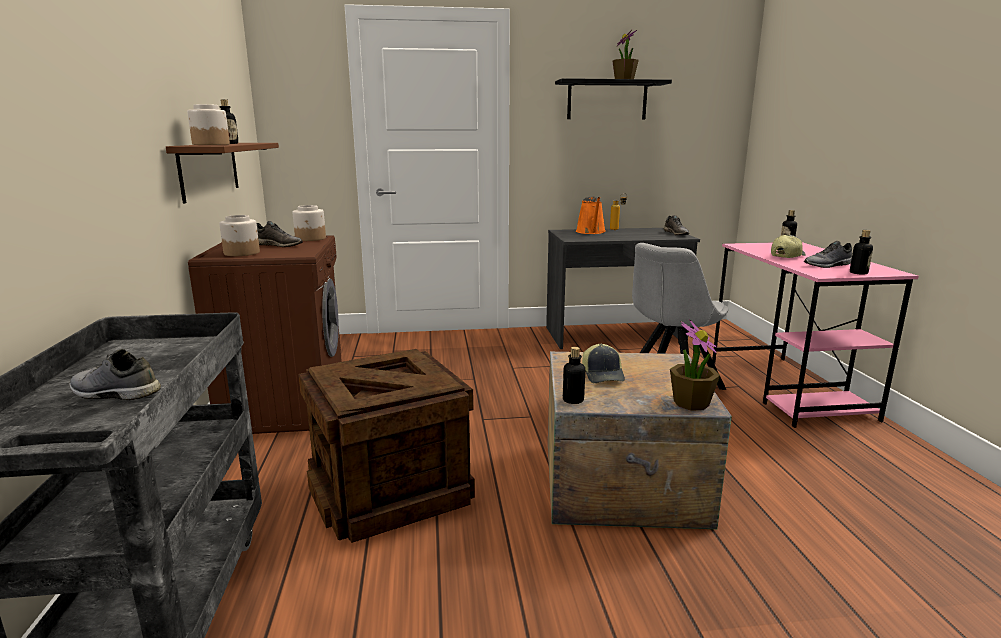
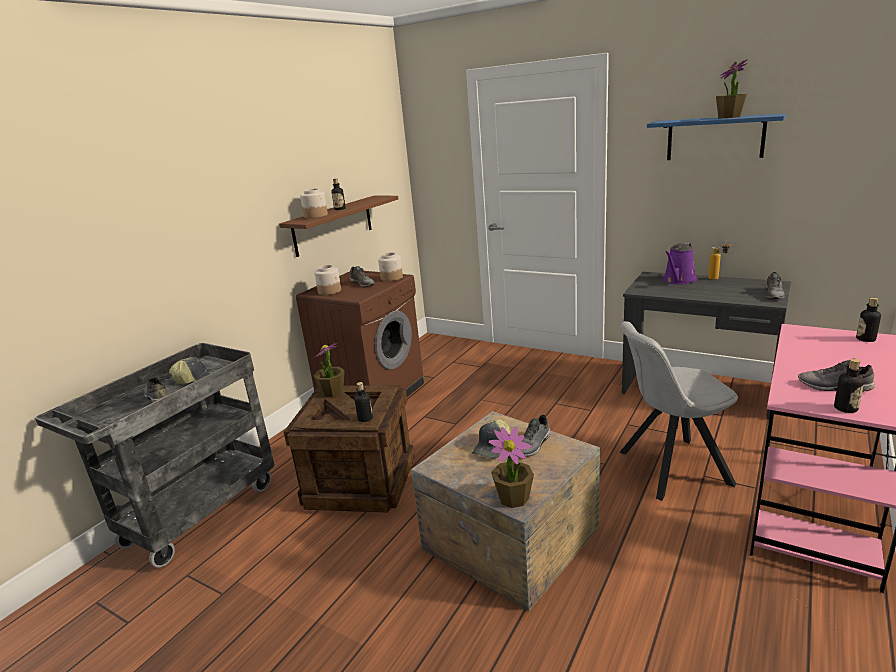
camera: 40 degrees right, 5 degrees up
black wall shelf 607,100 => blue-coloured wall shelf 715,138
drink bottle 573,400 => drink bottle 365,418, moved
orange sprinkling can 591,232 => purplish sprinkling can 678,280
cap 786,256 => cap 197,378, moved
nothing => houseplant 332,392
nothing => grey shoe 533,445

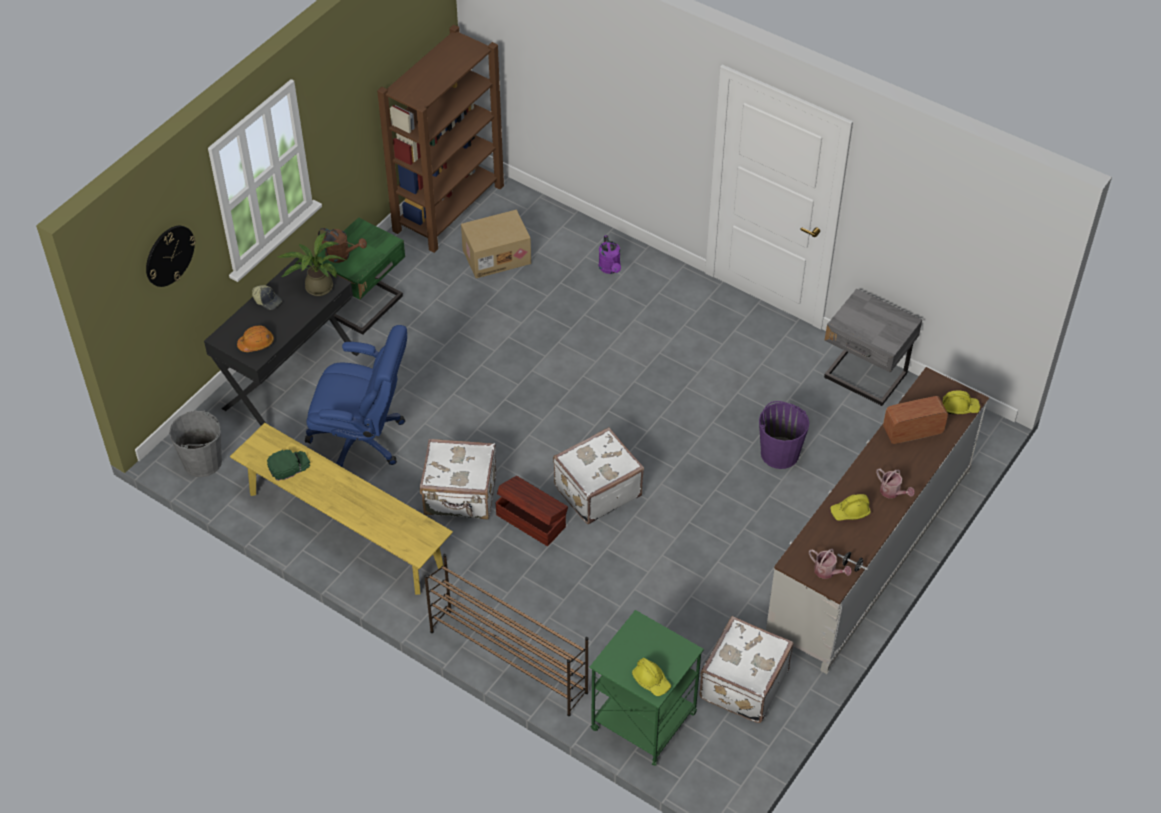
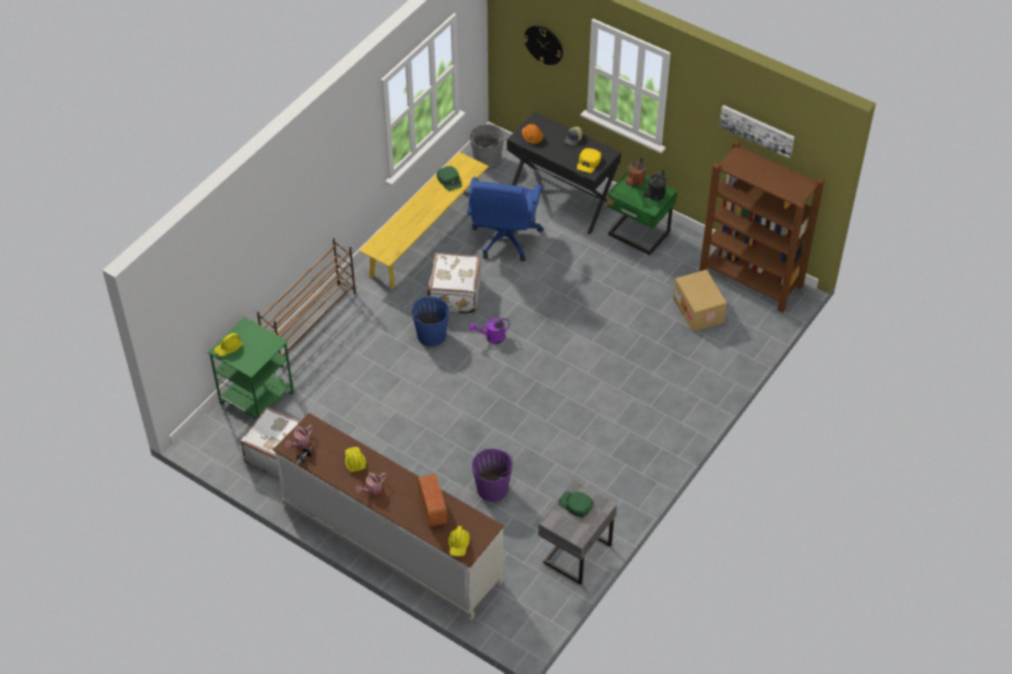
camera: 90 degrees right, 0 degrees up
houseplant 315,286 => yellow cap 588,163
brownish storage box 531,520 => blue-coloured pail 431,335
white piece of luggage 596,490 => nothing
purplish sprinkling can 610,269 => purplish sprinkling can 491,337, moved
nothing => green-coloured cap 575,504
nothing => black sprinkling can 654,196
nothing => wall art 757,130

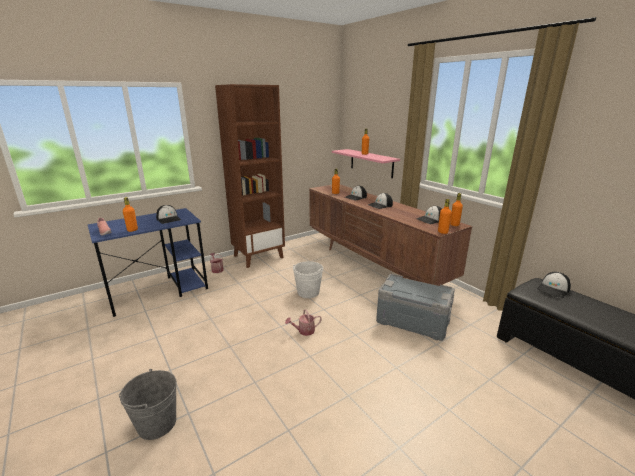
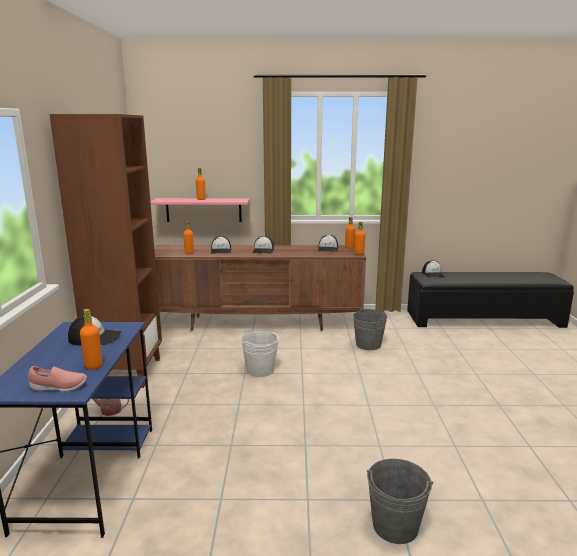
camera: 55 degrees left, 5 degrees down
sprinkling can 304,331 => nothing
grey storage box 412,321 => grey pail 368,345

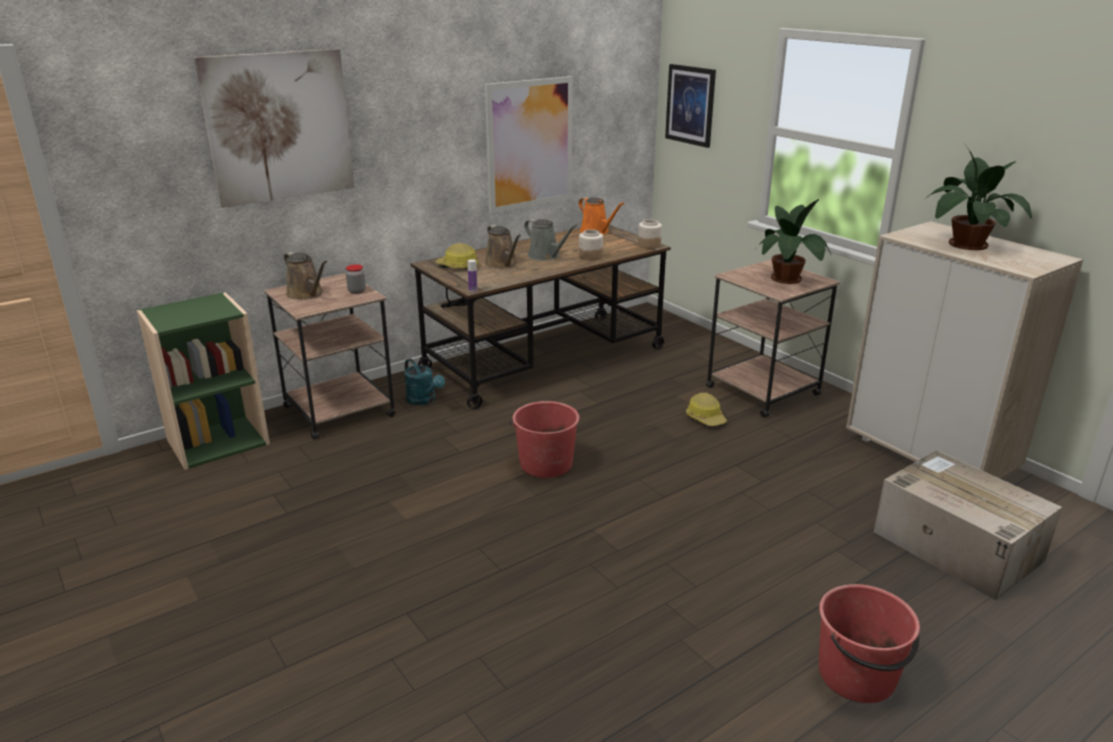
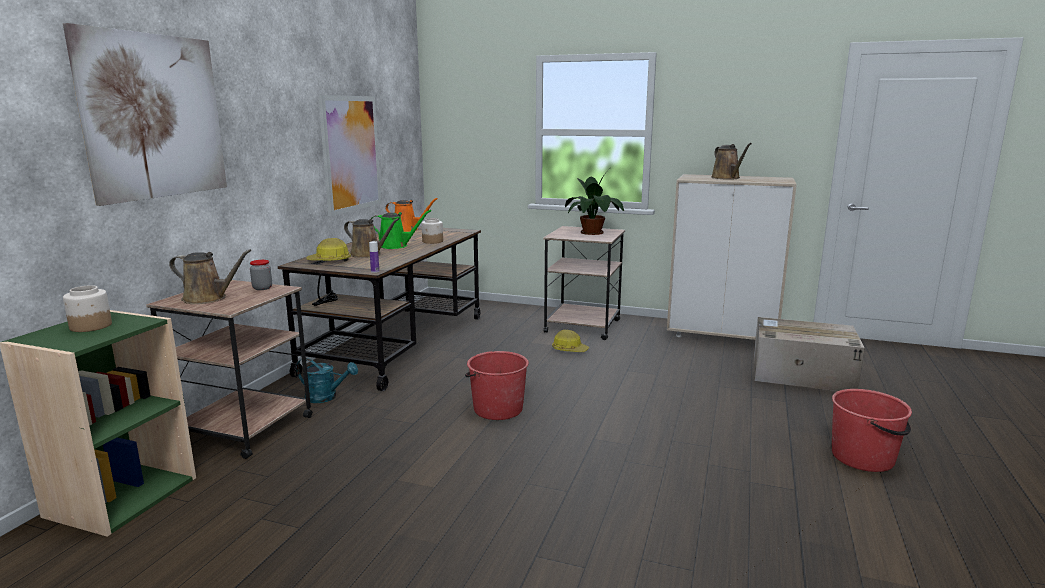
camera: 35 degrees left, 10 degrees down
grey sprinkling can 546,256 => green-coloured sprinkling can 396,246
storage jar 648,245 => storage jar 90,326, moved
wall art 690,105 => nothing
houseplant 964,244 => brownish sprinkling can 727,178

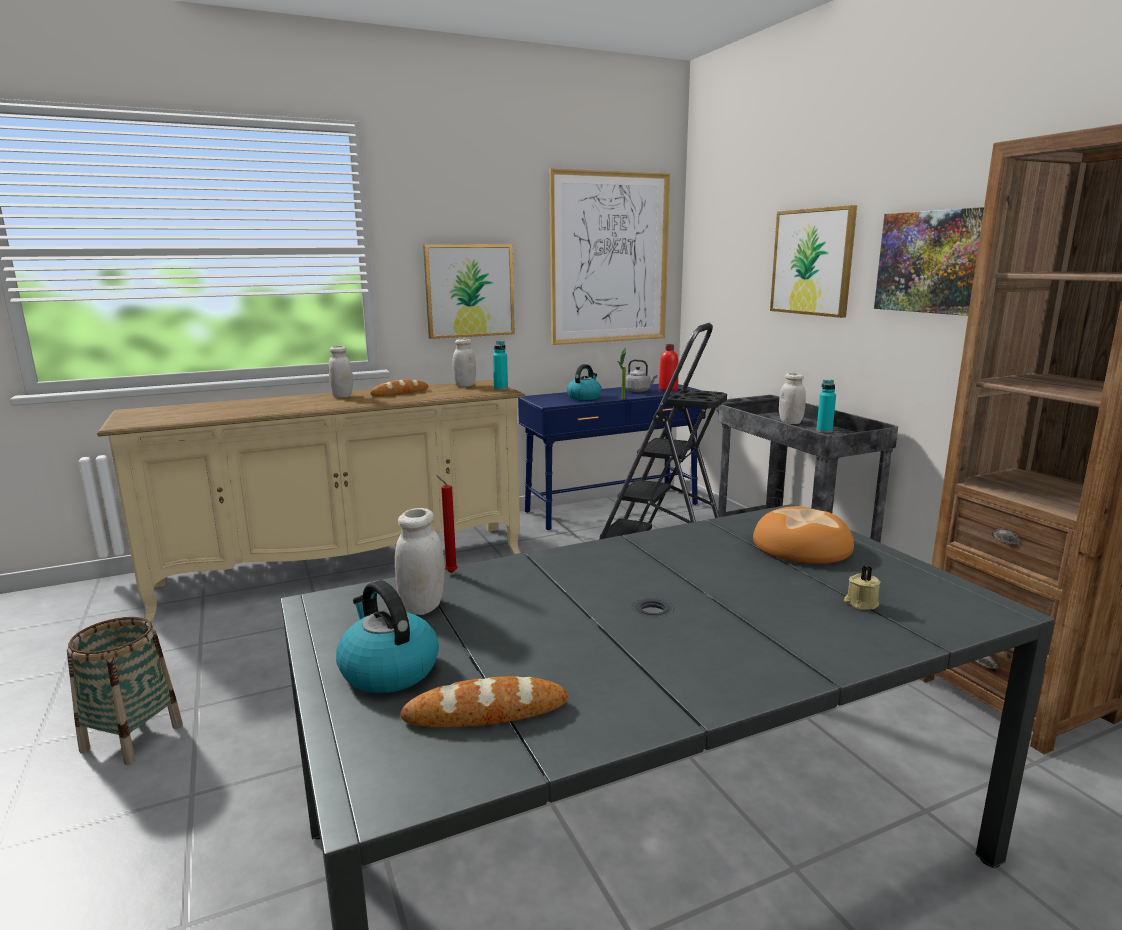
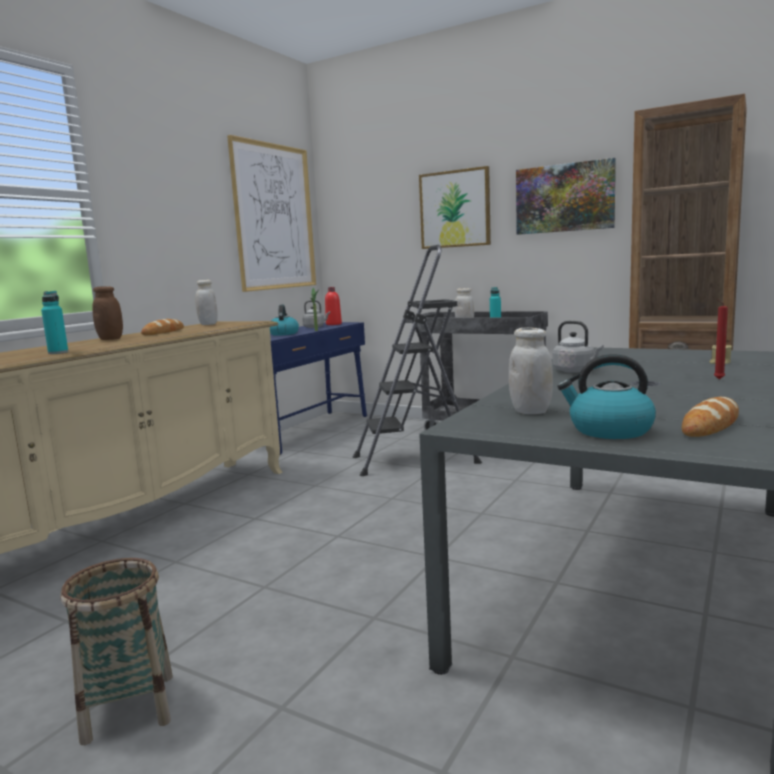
camera: 35 degrees left, 5 degrees down
white storage jar 342,396 => brownish storage jar 110,339
wall art 469,291 => nothing
red candle 449,572 => red candle 717,379, moved
turquoise drink bottle 501,388 => turquoise drink bottle 58,352, moved
baked bread 801,545 => nothing
nothing => grey tea kettle 575,371

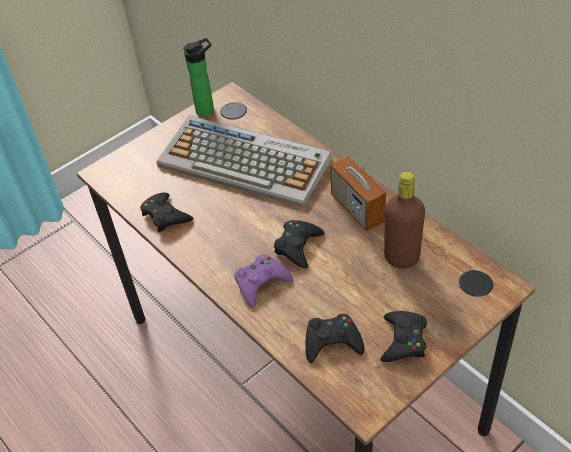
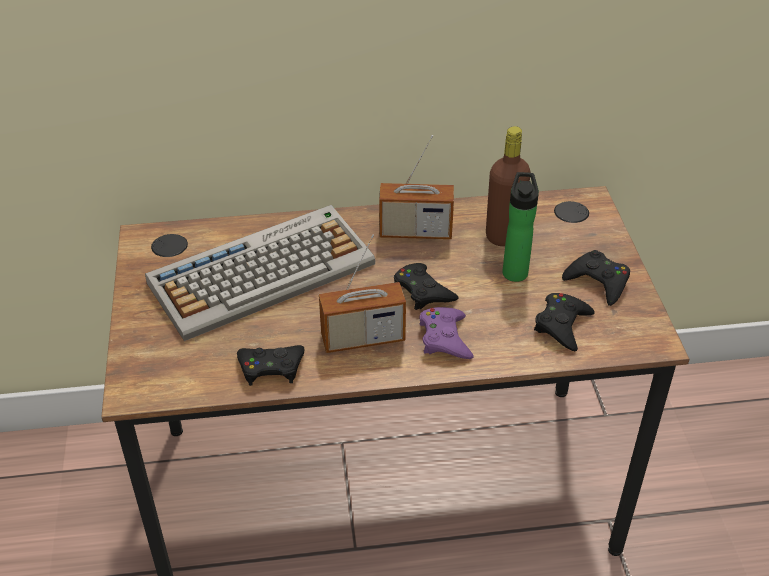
camera: 60 degrees left, 5 degrees down
drink bottle 208,110 => drink bottle 515,270, moved
nothing => radio set 363,338

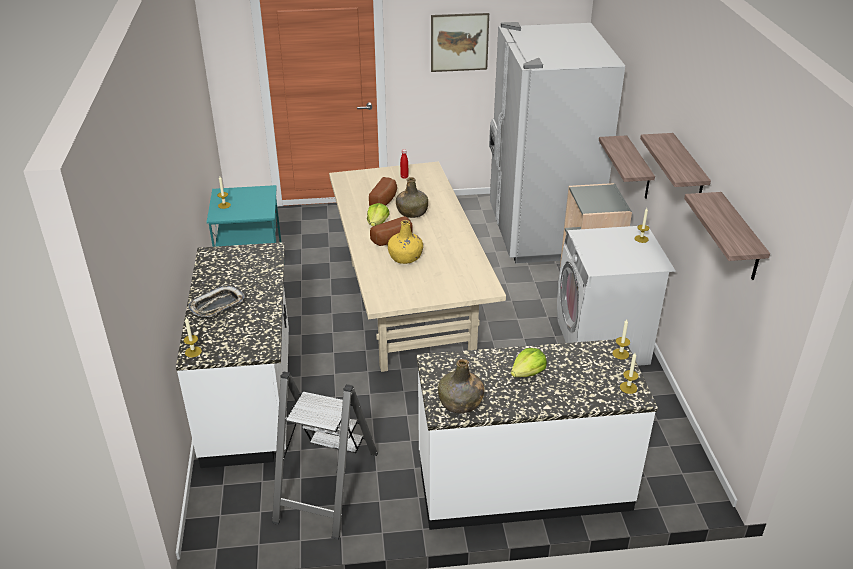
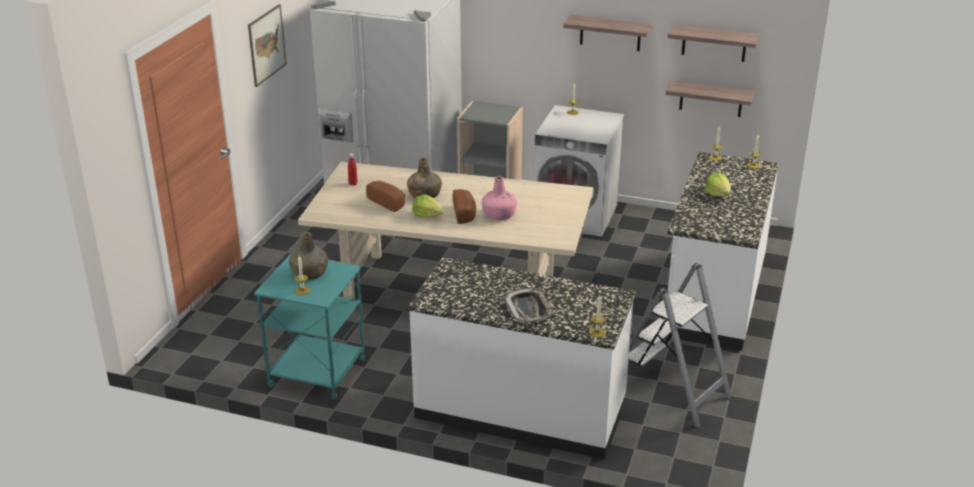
camera: 65 degrees left, 5 degrees down
yellow drink bottle 405,257 => pink drink bottle 499,214
green-coloured drink bottle 460,402 => green-coloured drink bottle 310,273, moved
wall shelf 638,168 => wall shelf 711,99, moved

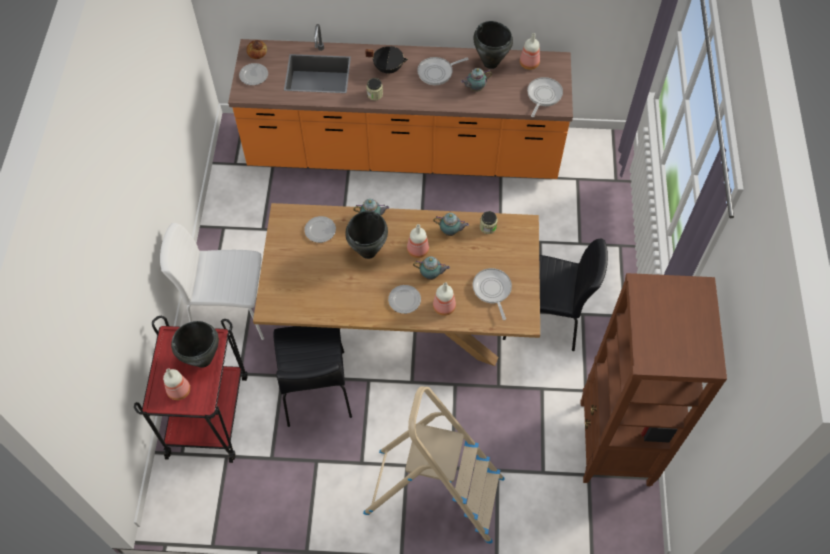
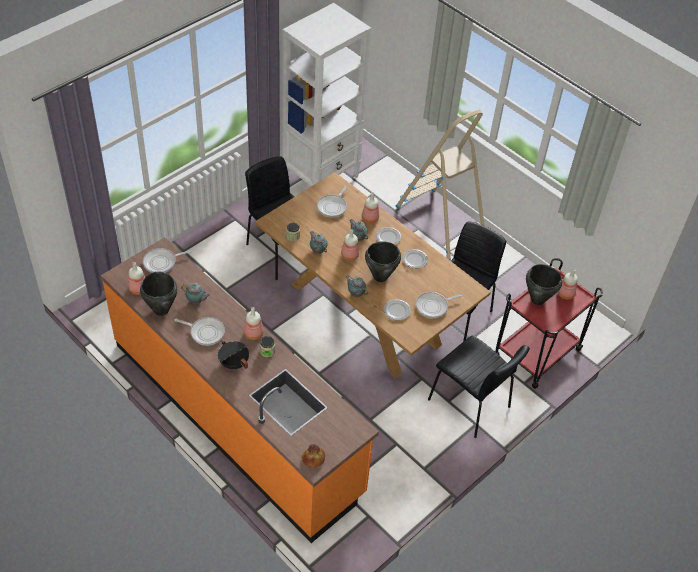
camera: 140 degrees left, 10 degrees down
white chair 228,311 => black chair 471,405
flat dish 254,75 => flat dish 414,260, moved
brownish bookshelf 614,444 => white bookshelf 322,177
nothing => drink bottle 254,334
nothing => skillet 433,306

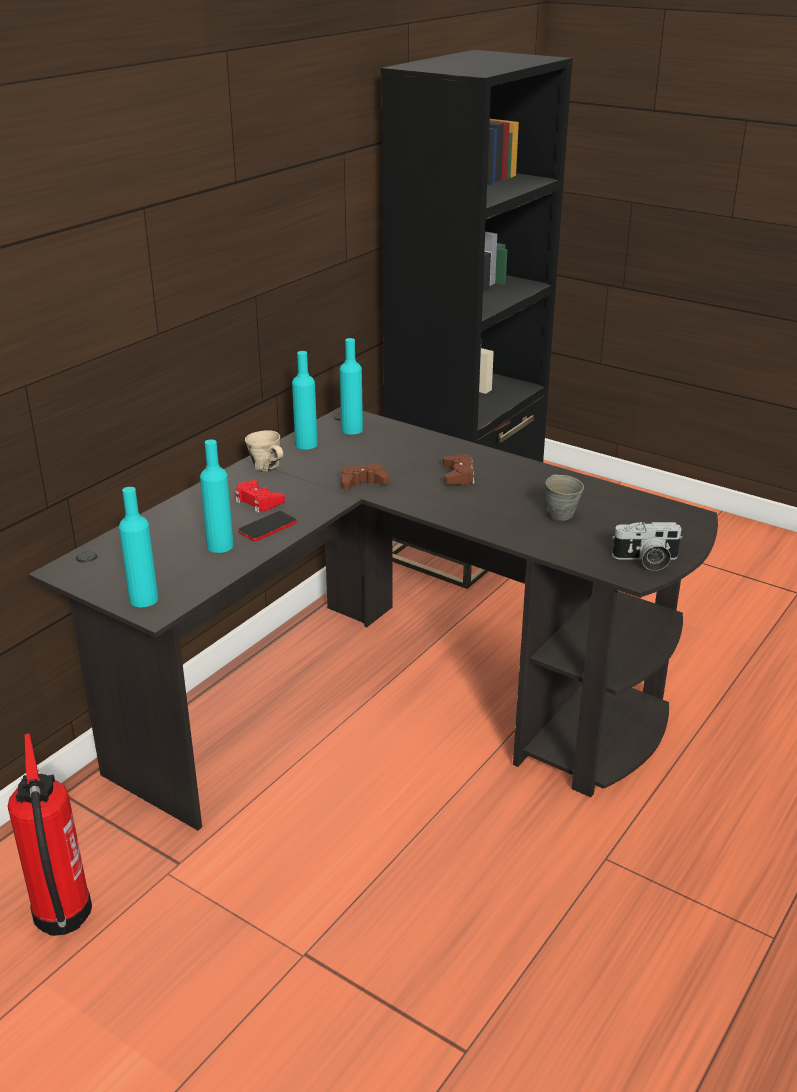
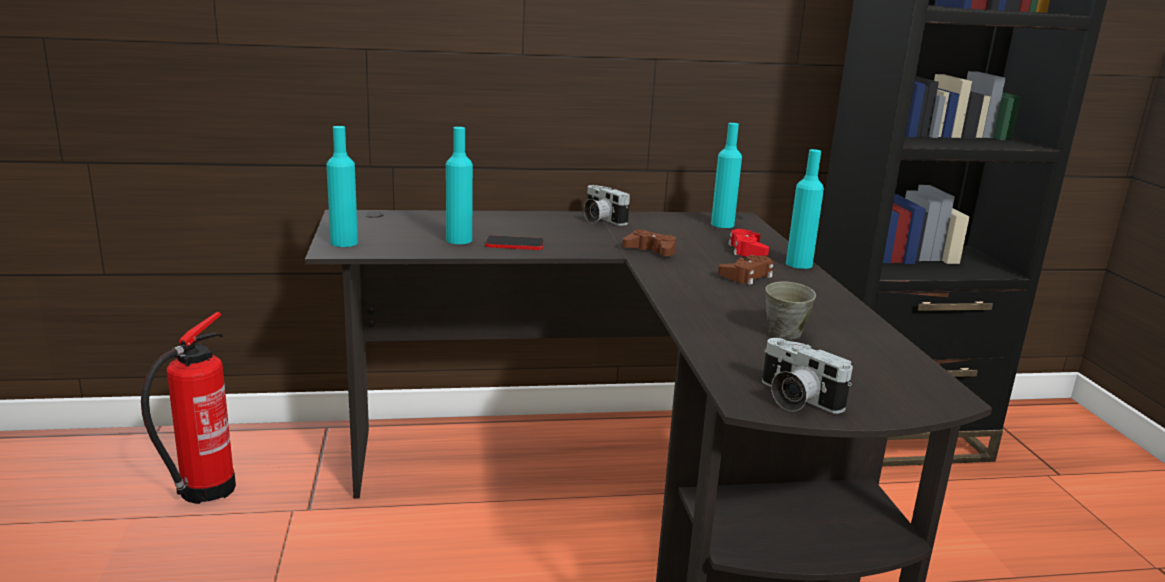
camera: 45 degrees right, 10 degrees down
red gamepad 258,501 => red gamepad 747,250, moved
sand-coloured mug 266,467 => still camera 600,220
turquoise drink bottle 306,444 => turquoise drink bottle 799,264, moved

